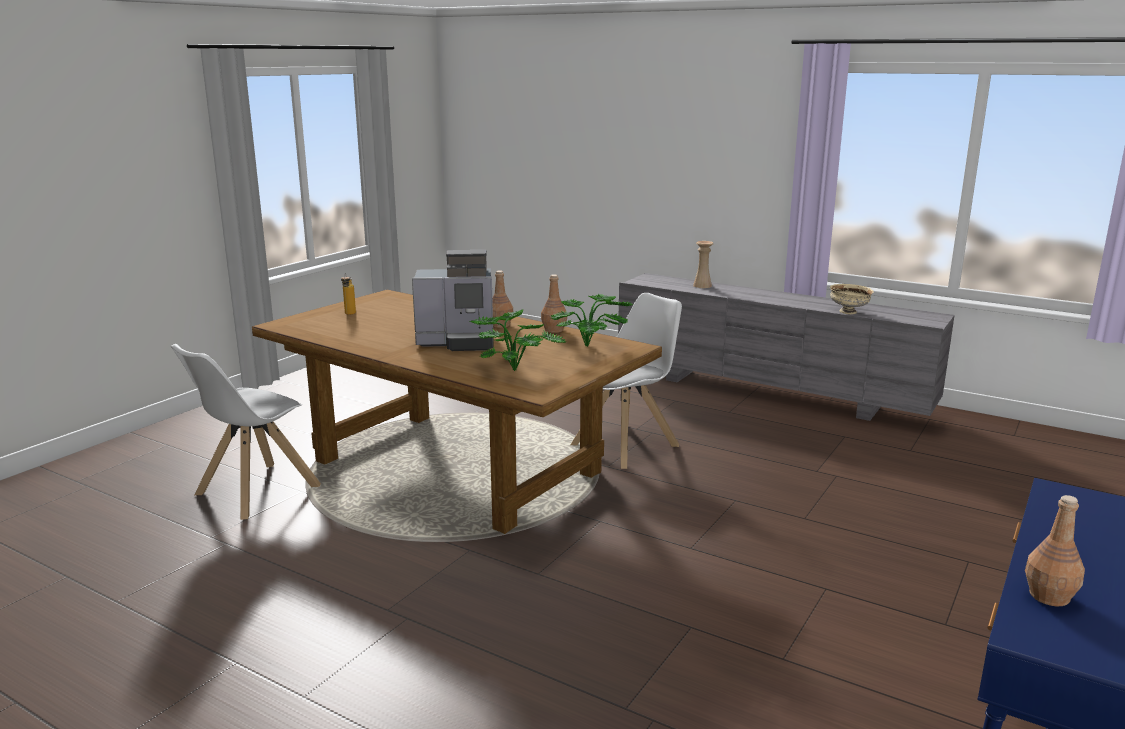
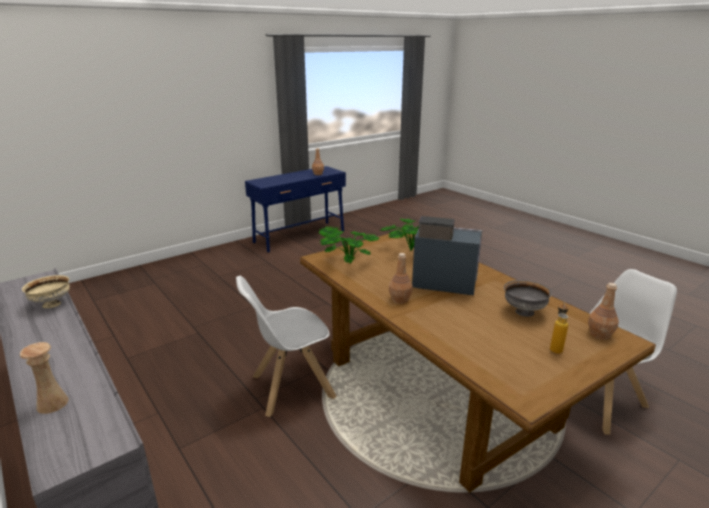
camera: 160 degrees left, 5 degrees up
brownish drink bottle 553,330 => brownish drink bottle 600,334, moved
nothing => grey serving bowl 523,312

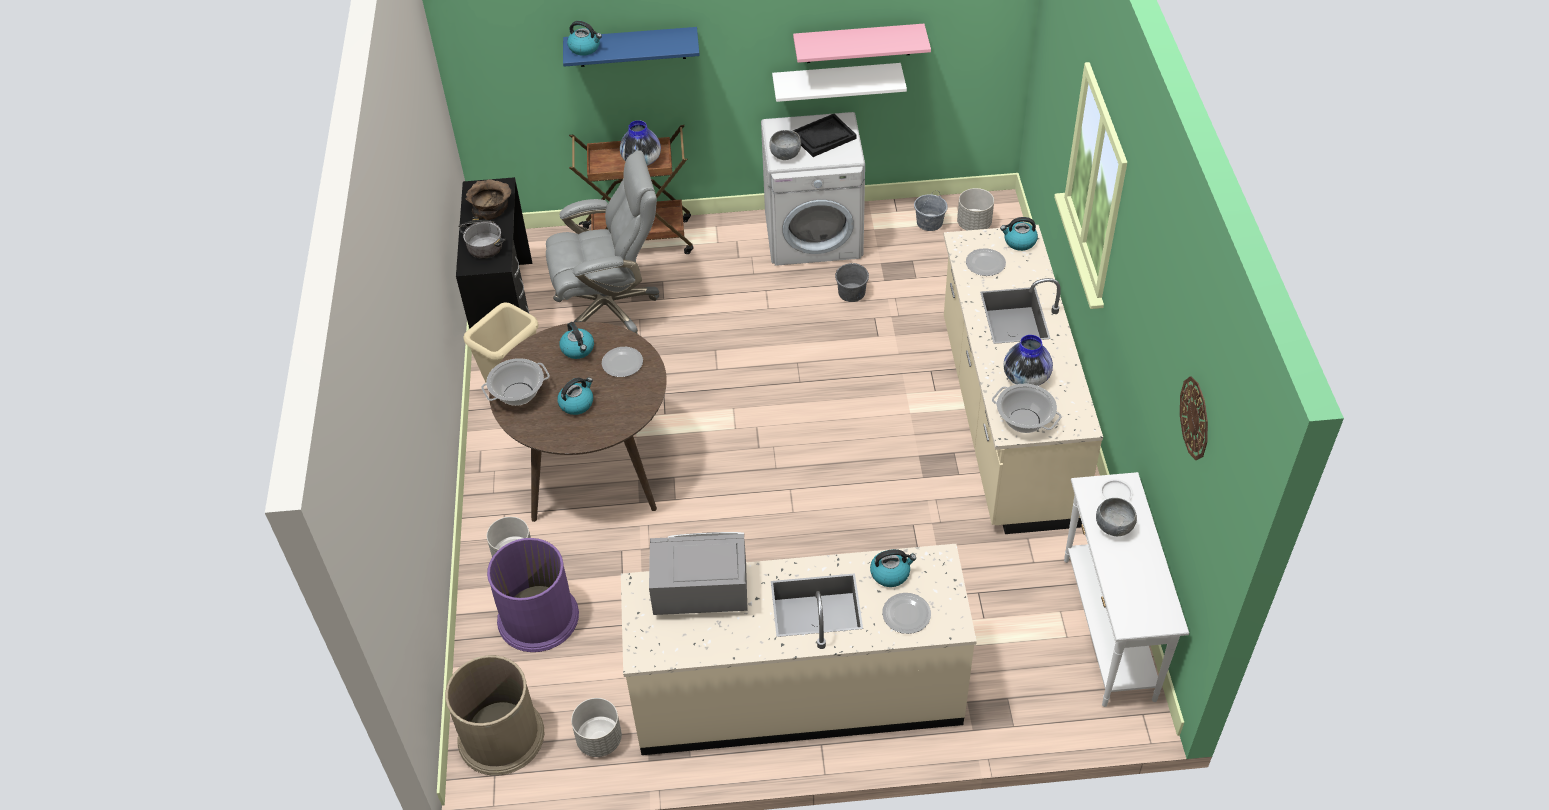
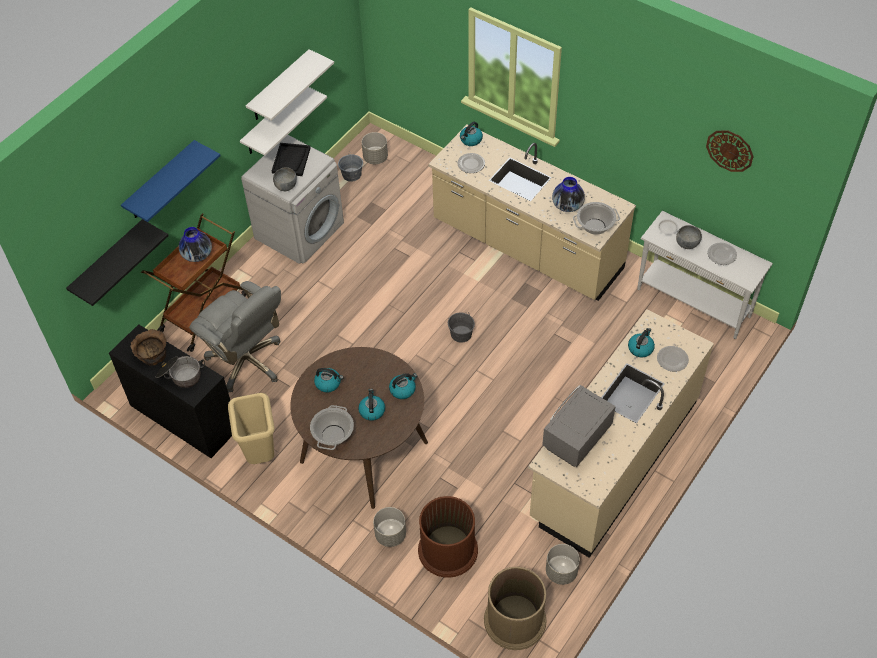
camera: 50 degrees left, 5 degrees up
purplish trash can 538,617 => brownish trash can 448,550
grey office chair 611,310 => grey office chair 247,363, 105 degrees clockwise
tea kettle 585,48 => tea kettle 403,389, moved
flat dish 623,363 => flat dish 721,254, moved
pink wall shelf 858,43 => white wall shelf 279,86
grey pail 852,293 => grey pail 461,334, moved
nothing => black wall shelf 108,262

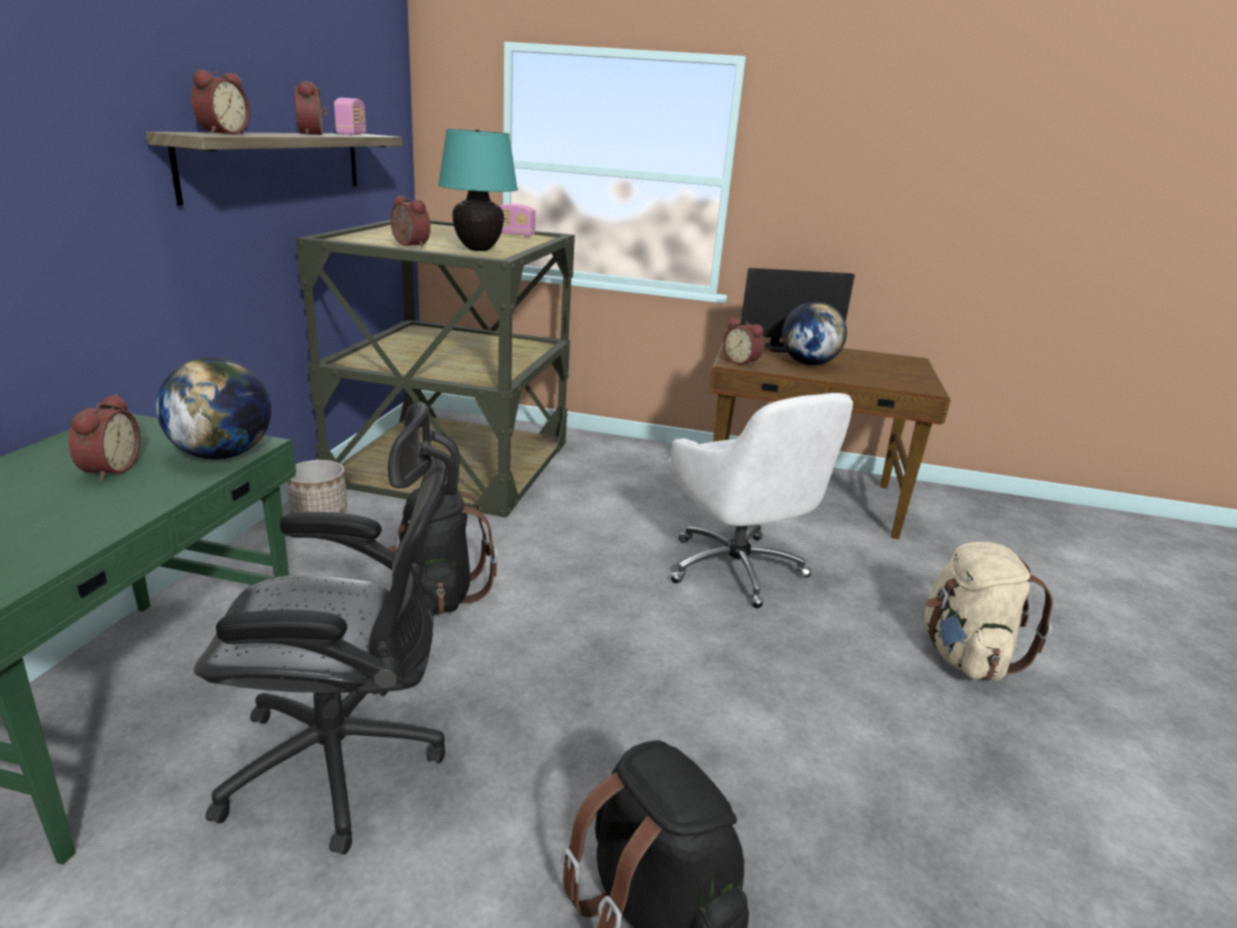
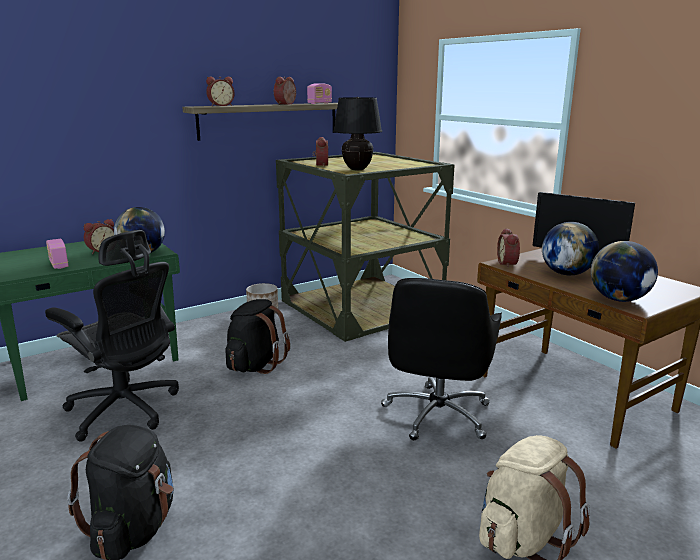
camera: 45 degrees right, 5 degrees down
turquoise table lamp 478,249 => black table lamp 357,169
radio set 514,234 => radio set 59,264, moved
white office chair 734,568 => black office chair 437,414
nothing => world globe 619,299

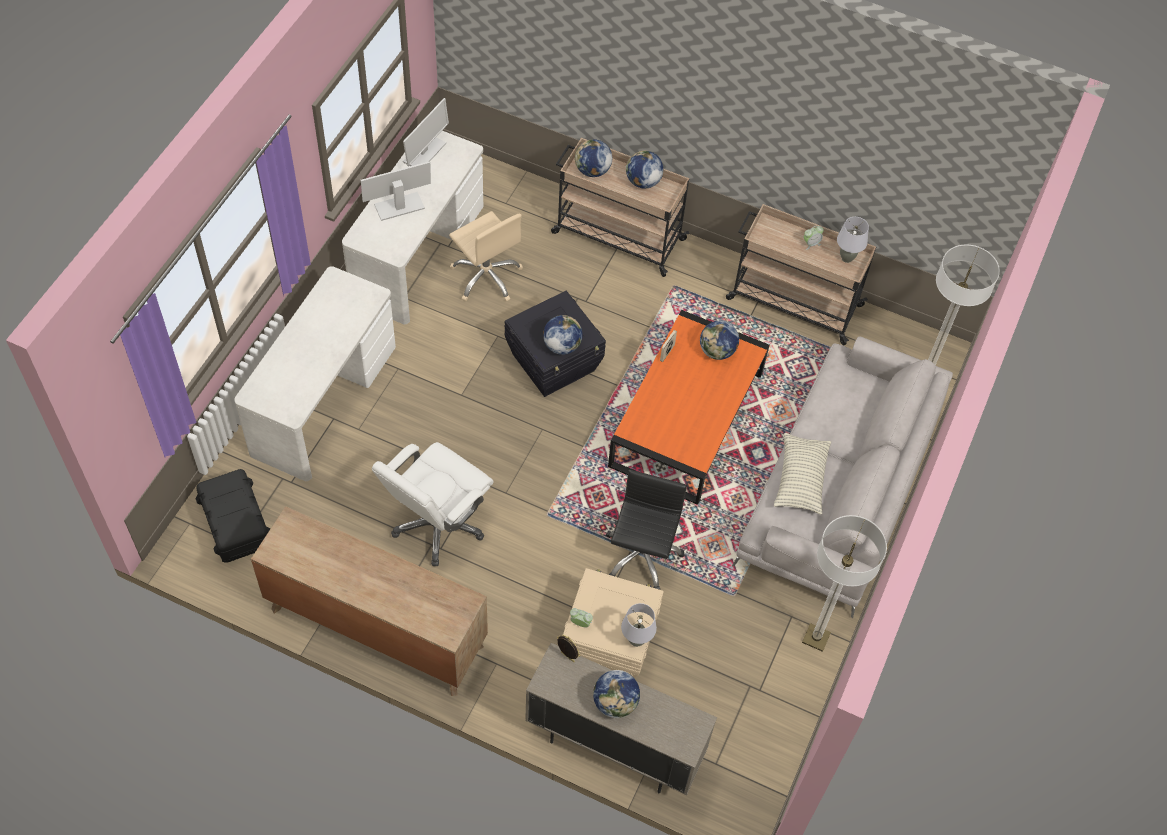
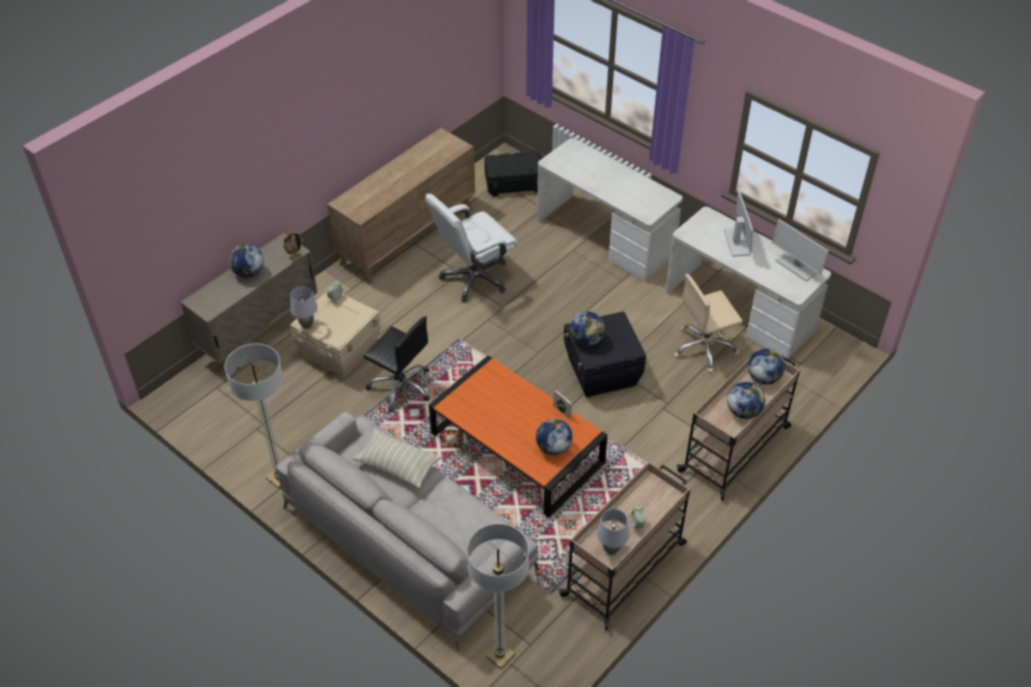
camera: 110 degrees right, 10 degrees down
white office chair 438,525 => white office chair 474,278, 90 degrees counterclockwise

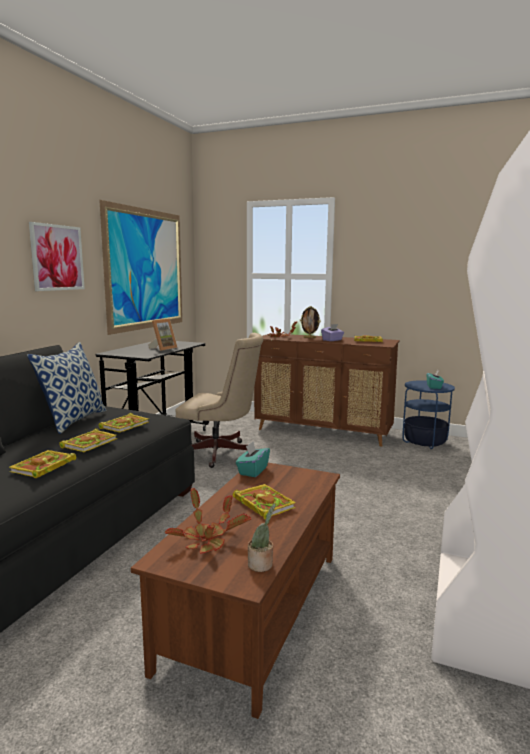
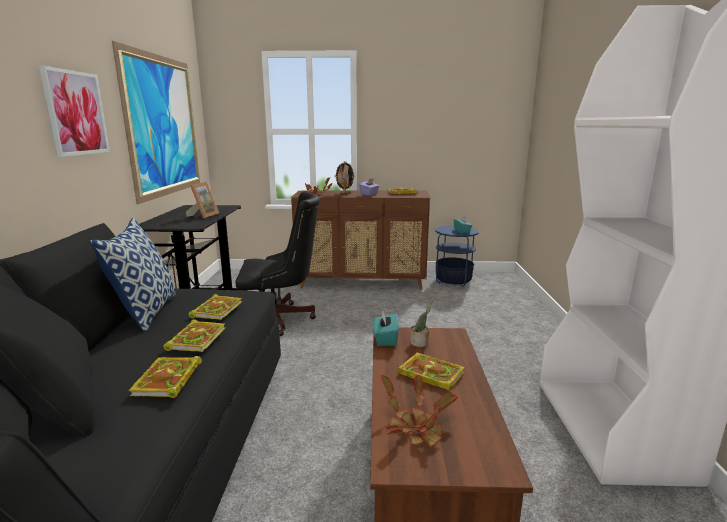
camera: 20 degrees left, 5 degrees up
sand-coloured office chair 221,454 => black office chair 280,319
houseplant 261,565 => houseplant 420,343, moved

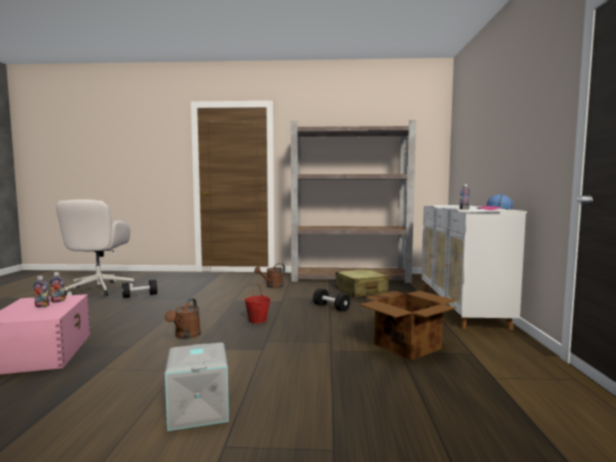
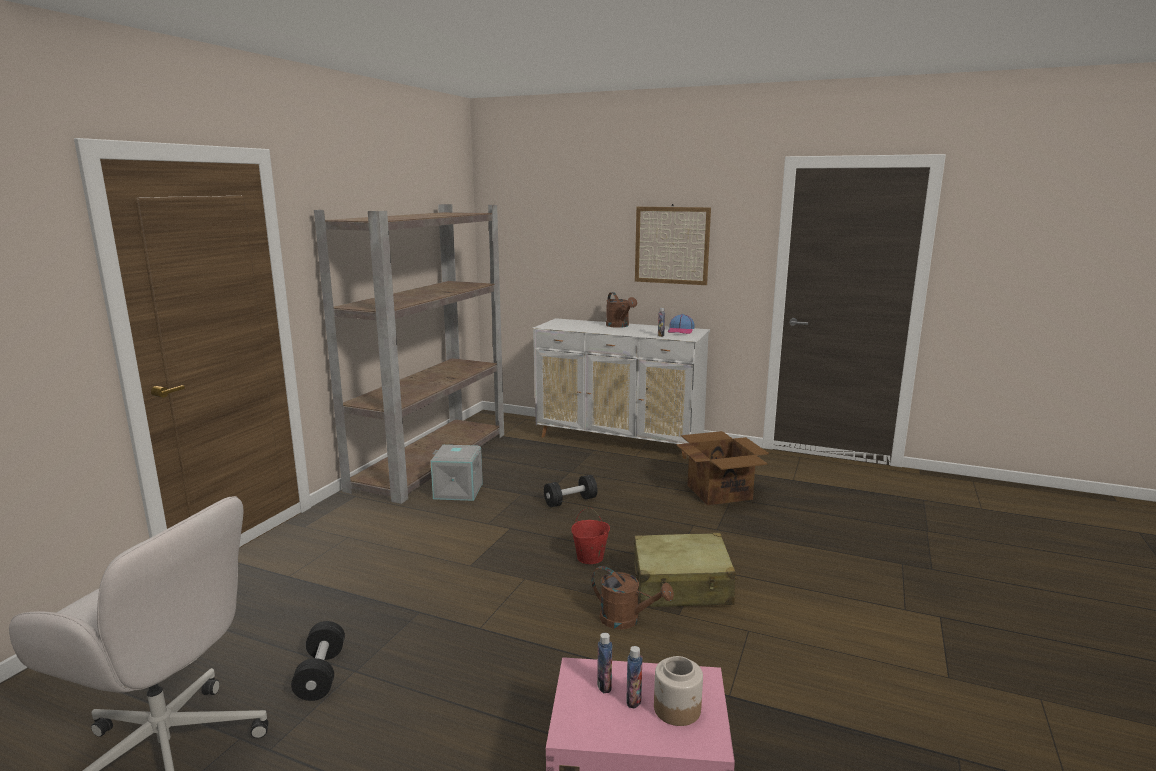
camera: 70 degrees left, 10 degrees up
grey storage box 197,410 => grey storage box 457,491, moved
brownish sprinkling can 272,286 => brownish sprinkling can 619,326, moved
sand-coloured piece of luggage 361,291 => sand-coloured piece of luggage 682,586, moved
nothing => wall art 672,244
nothing => storage jar 677,709

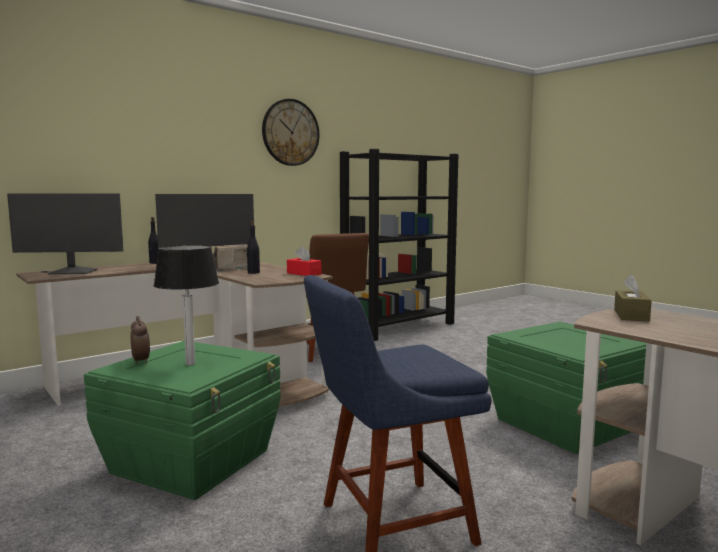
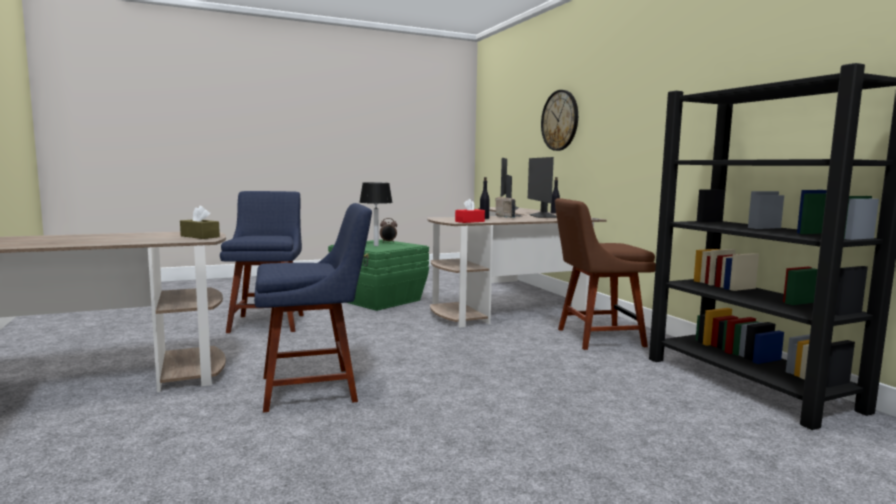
camera: 105 degrees right, 0 degrees up
clock on the wall 290,132 => clock on the wall 560,120, moved
green-coloured storage box 567,424 => blue-coloured chair 315,388

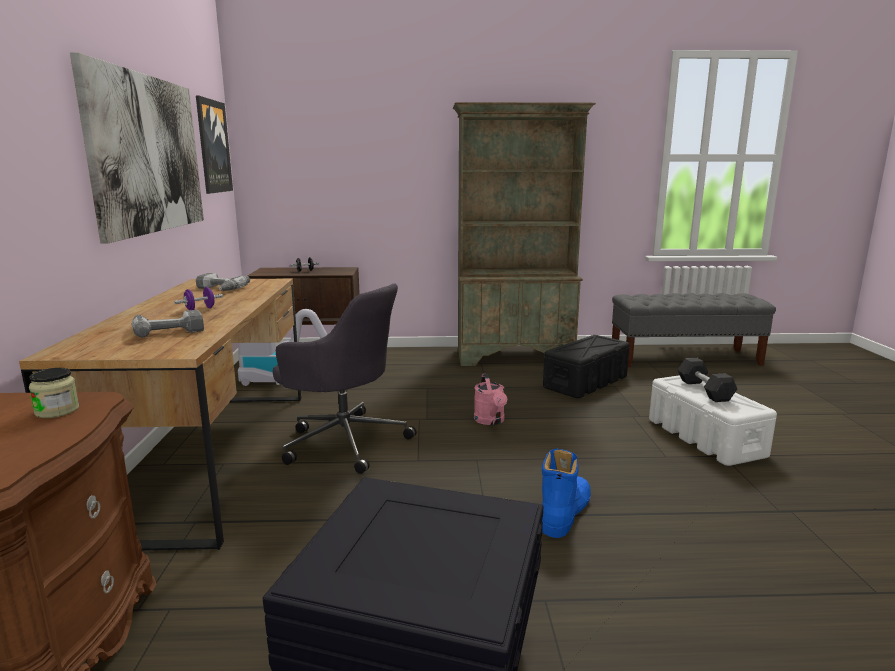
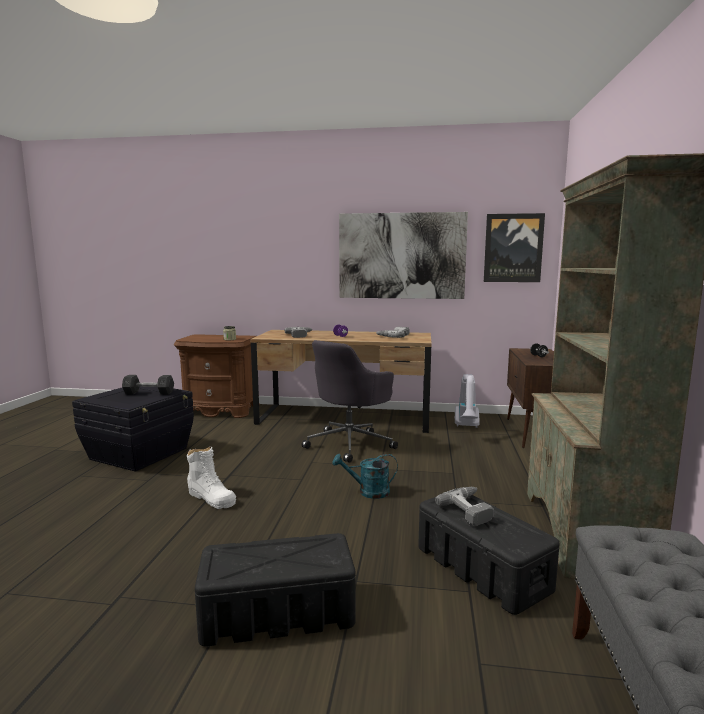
camera: 100 degrees right, 5 degrees down
pink sprinkling can 491,421 => turquoise sprinkling can 368,492
blue-coloured boot 564,512 => white boot 211,498
white storage box 705,438 => black storage box 276,613
grey dumbbell 704,390 => grey dumbbell 149,393, moved
nothing => electric drill 471,509

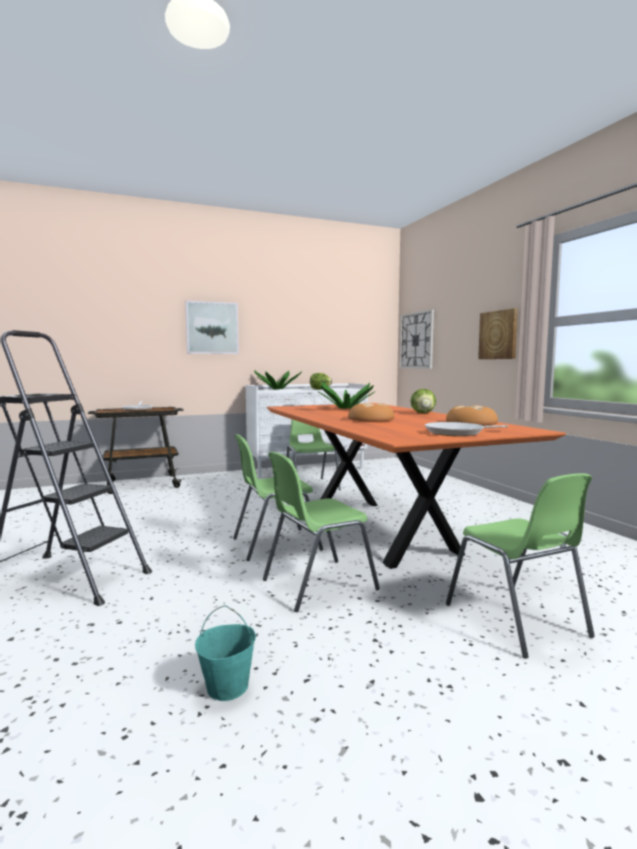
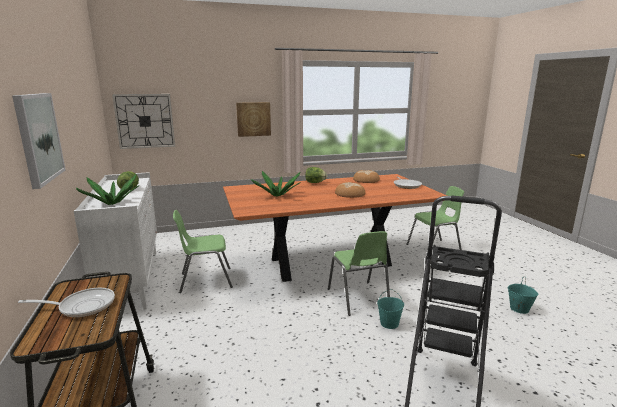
camera: 85 degrees left, 10 degrees up
green-coloured chair 317,584 => nothing
nothing => turquoise pail 389,323

